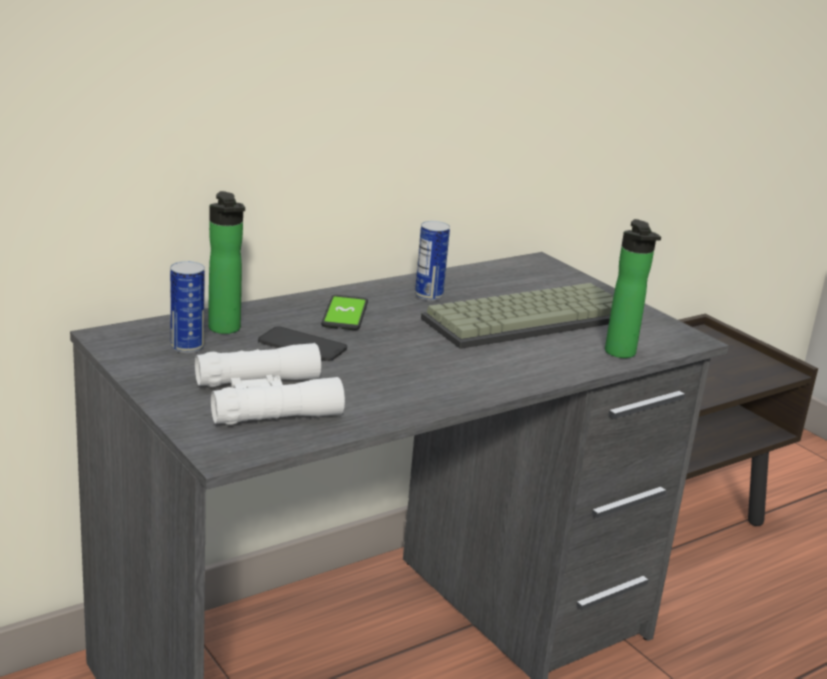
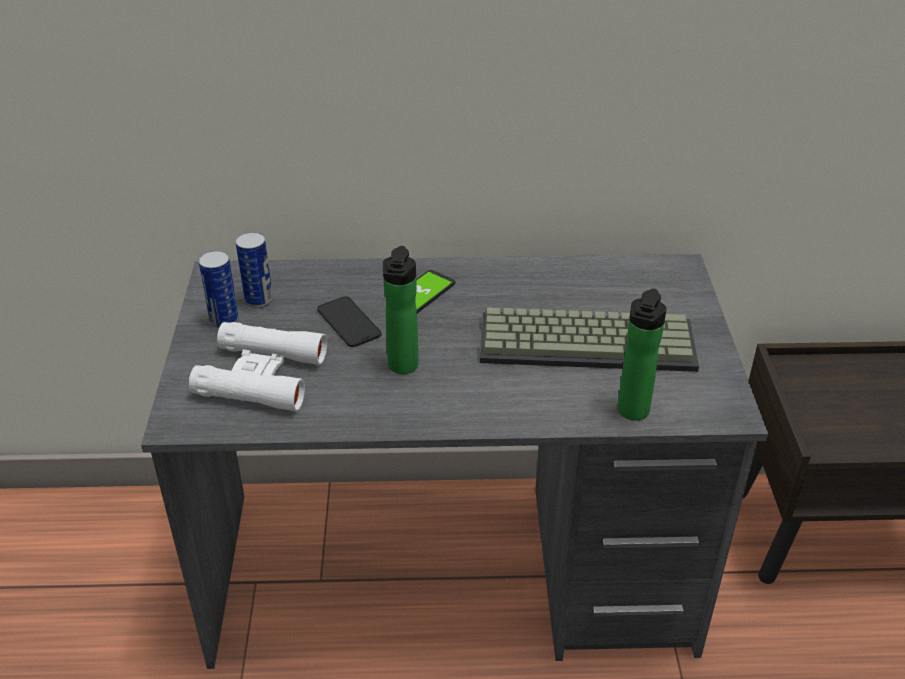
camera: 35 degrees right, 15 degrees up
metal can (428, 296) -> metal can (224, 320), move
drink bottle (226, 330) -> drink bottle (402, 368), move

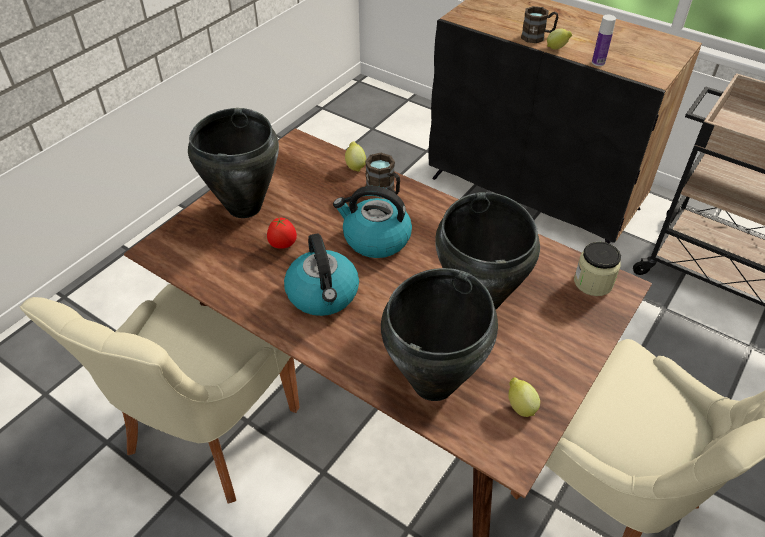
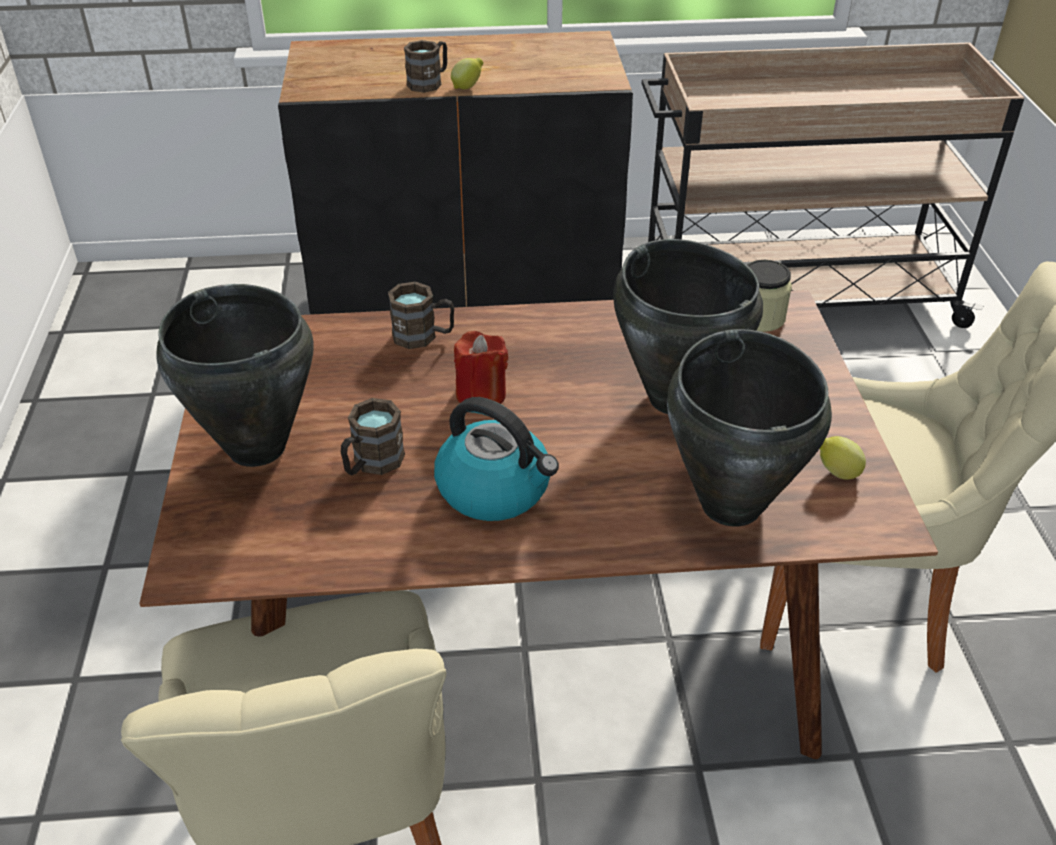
camera: 40 degrees left, 5 degrees down
tomato (283, 245) -> brown tea mug (372, 464)
kettle (375, 239) -> reddish wax light (481, 395)
citrus fruit (355, 166) -> none
drink bottle (598, 62) -> none

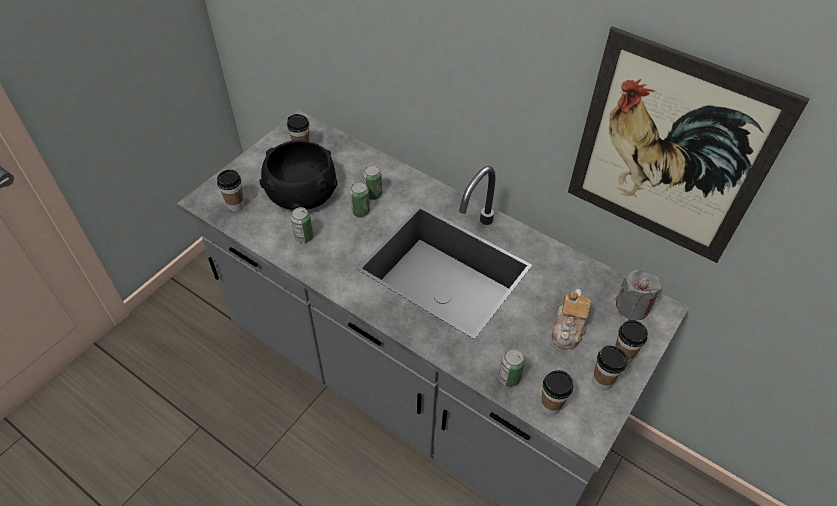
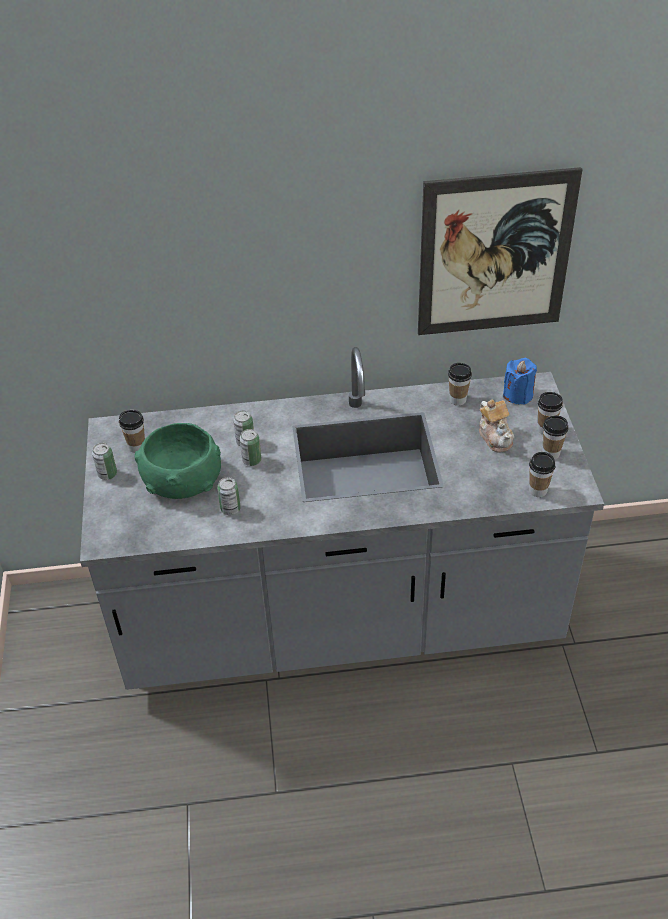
camera: 40 degrees left, 5 degrees down
metal can (509, 378) -> metal can (107, 474), move
black-coloured bowl (300, 192) -> green-coloured bowl (181, 479)
drinking cup (236, 205) -> drinking cup (457, 400), move
grey wax light (632, 307) -> bluish wax light (518, 395)

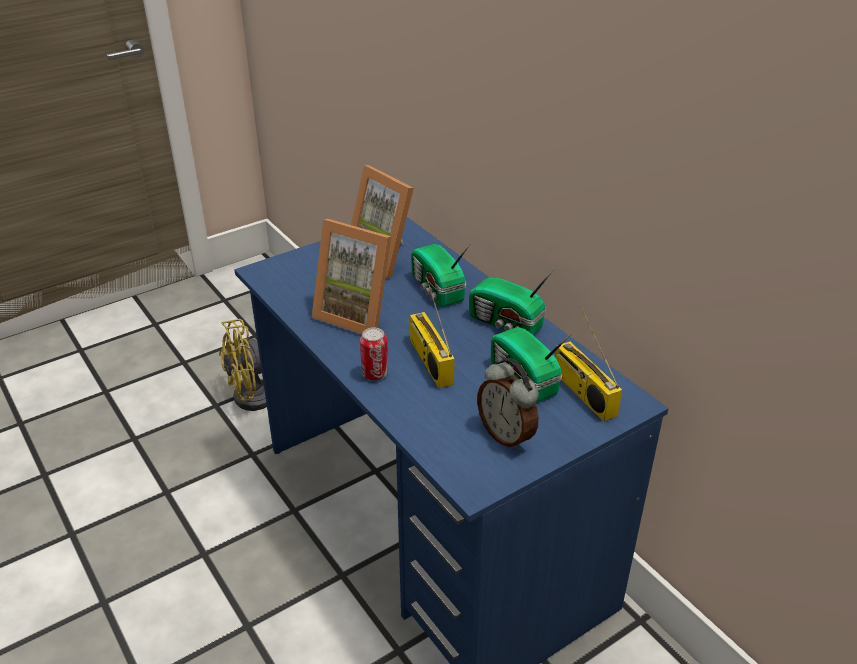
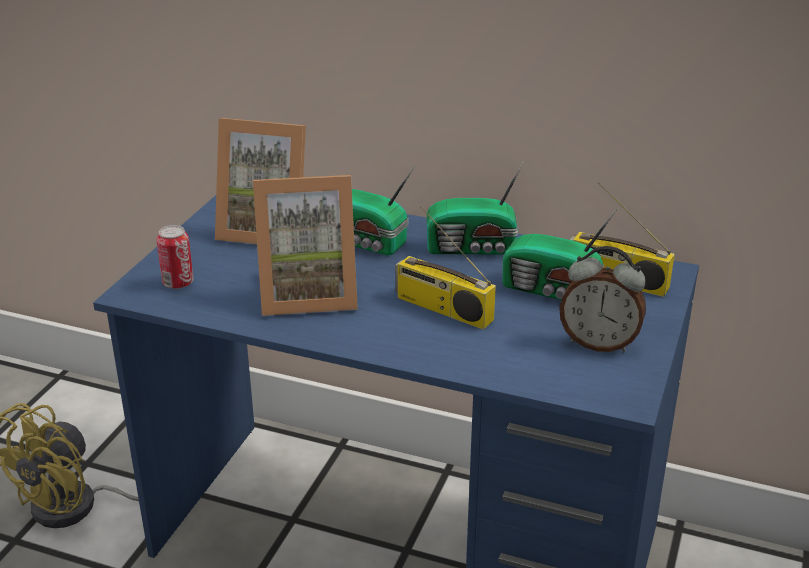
camera: 35 degrees left, 5 degrees down
metal can (375, 374) -> metal can (178, 283), move

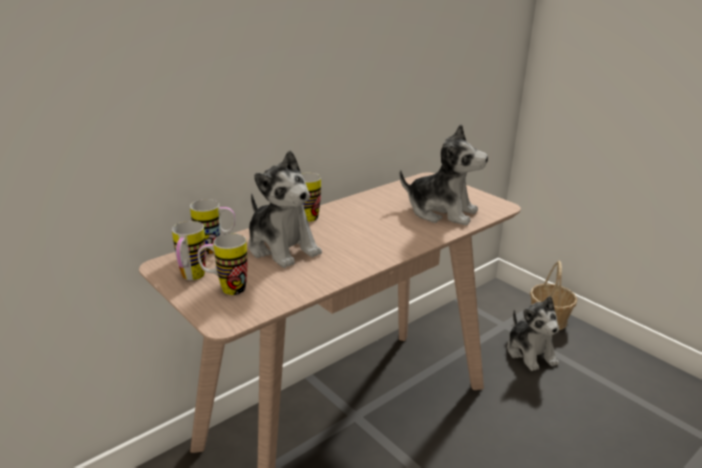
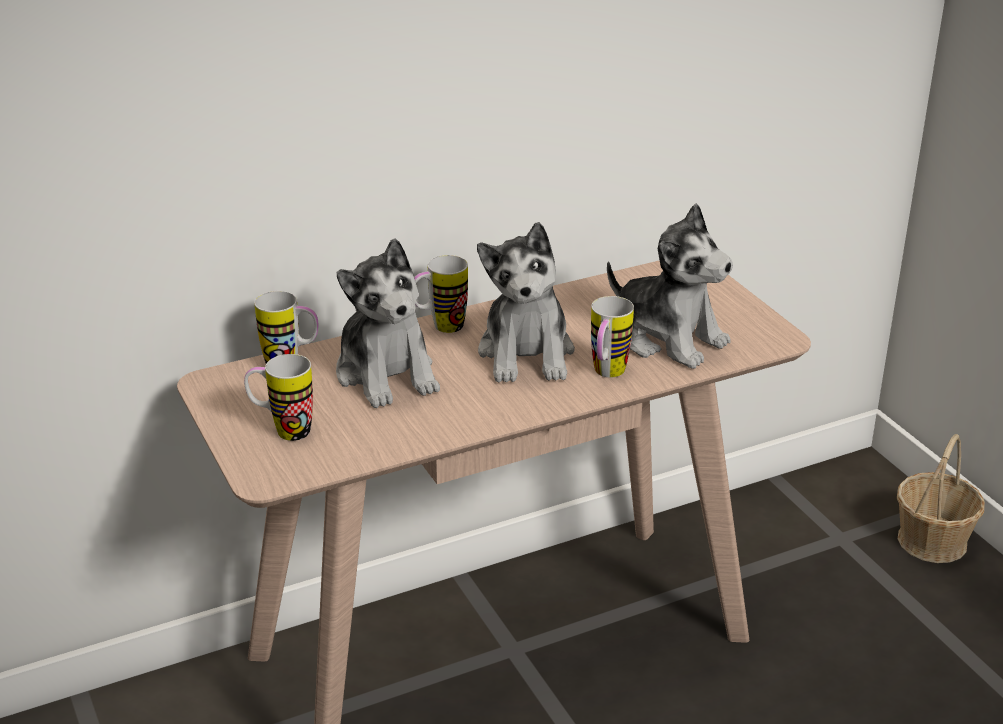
camera: 15 degrees right, 5 degrees up
soft toy (530, 353) -> soft toy (527, 353), move
tea mug (190, 278) -> tea mug (606, 375), move

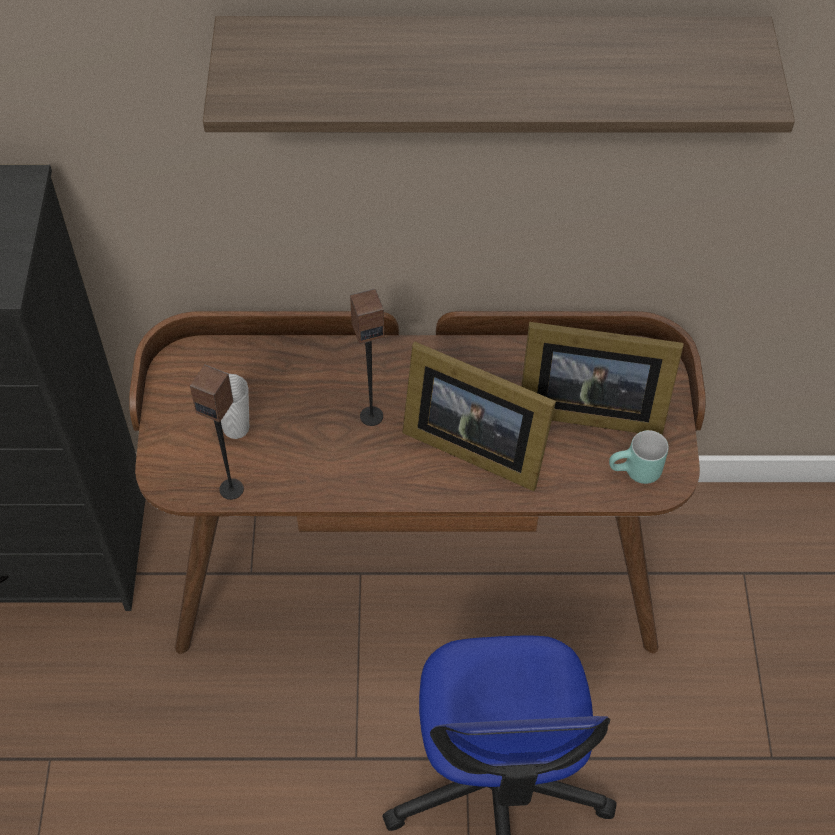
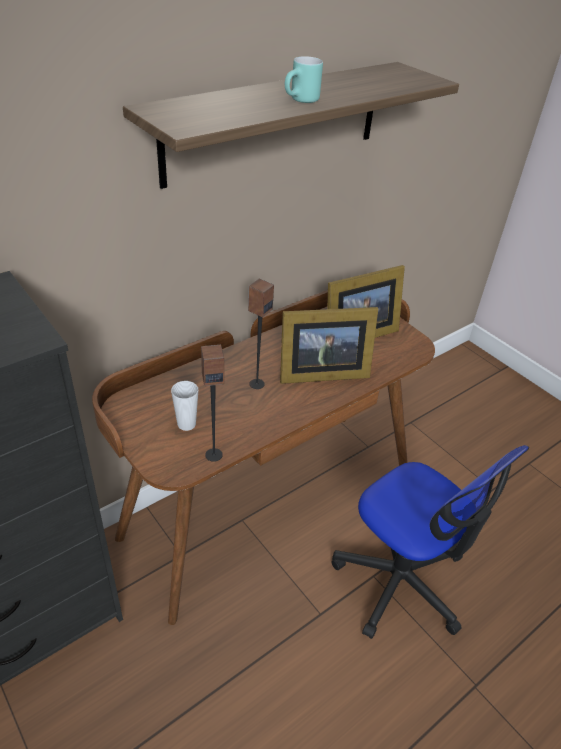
camera: 40 degrees left, 15 degrees down
blue-green tea mug (635, 474) -> blue-green tea mug (302, 101), move

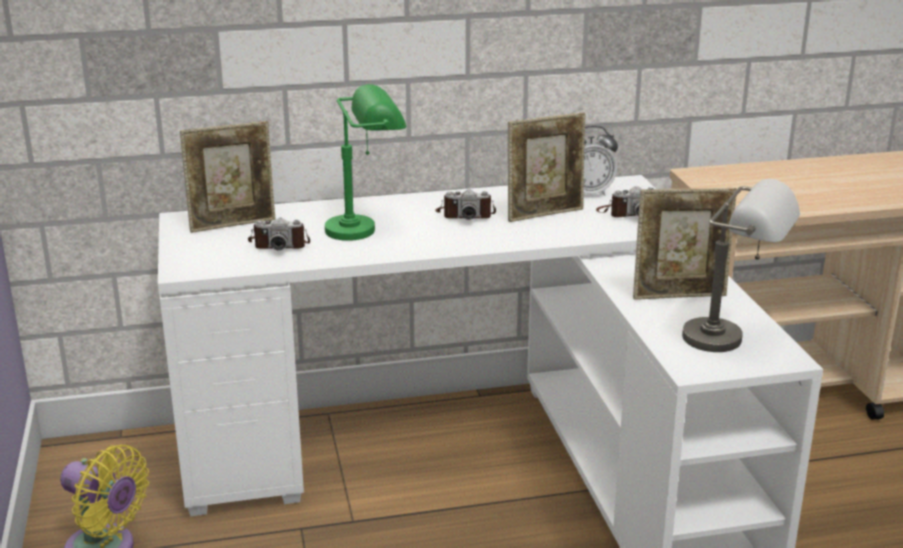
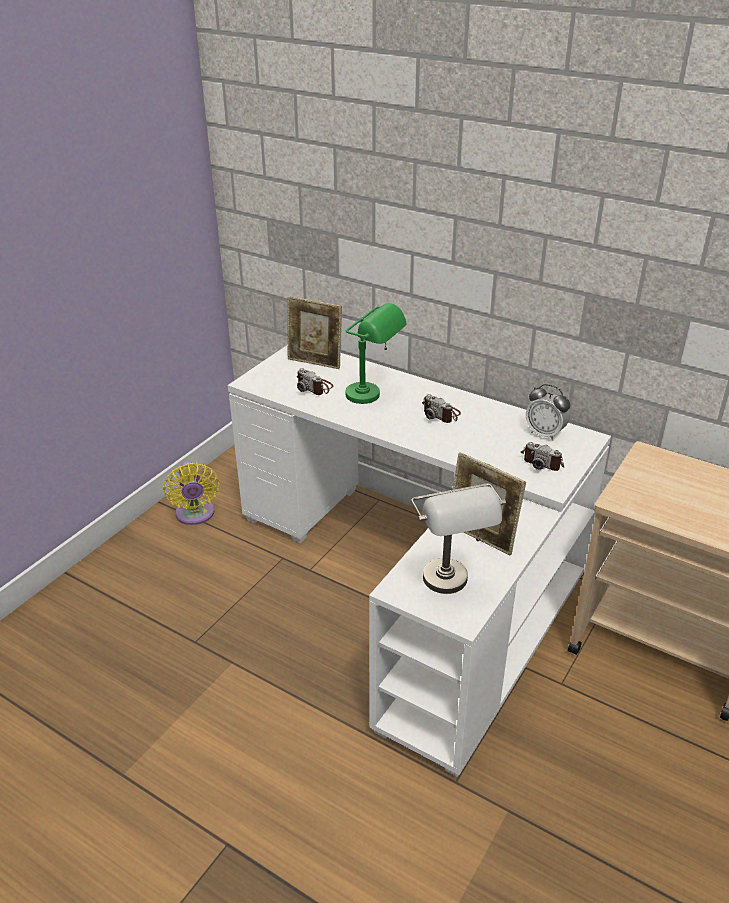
camera: 45 degrees right, 10 degrees up
picture frame (545, 214) -> none

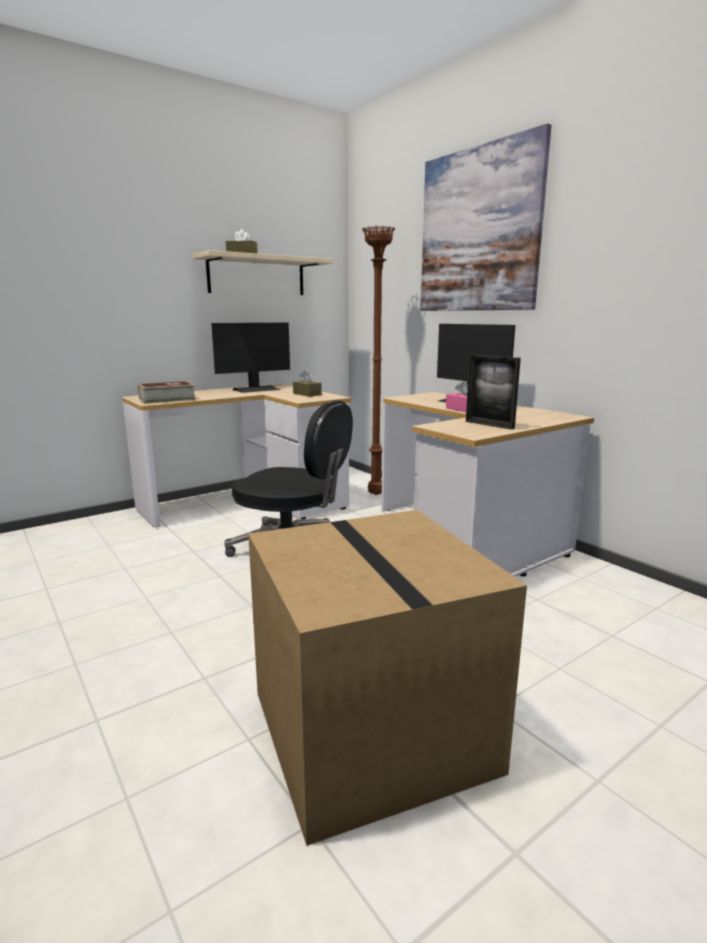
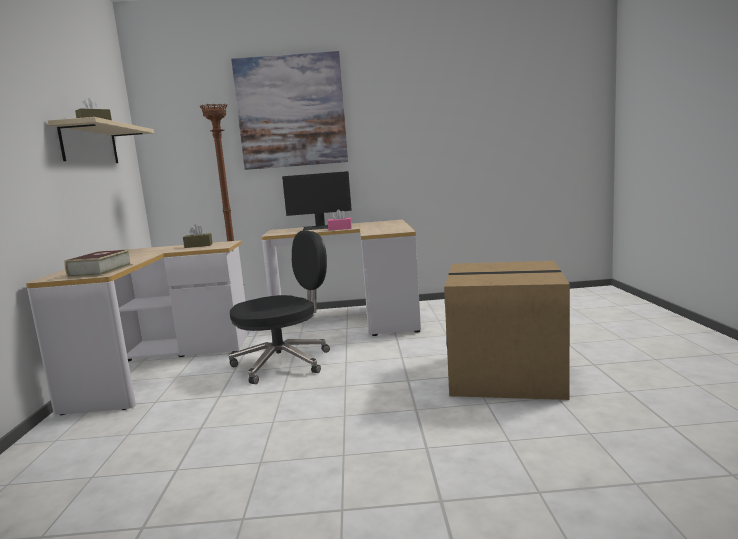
camera: 55 degrees left, 5 degrees down
monitor (257, 389) -> none
picture frame (489, 425) -> none

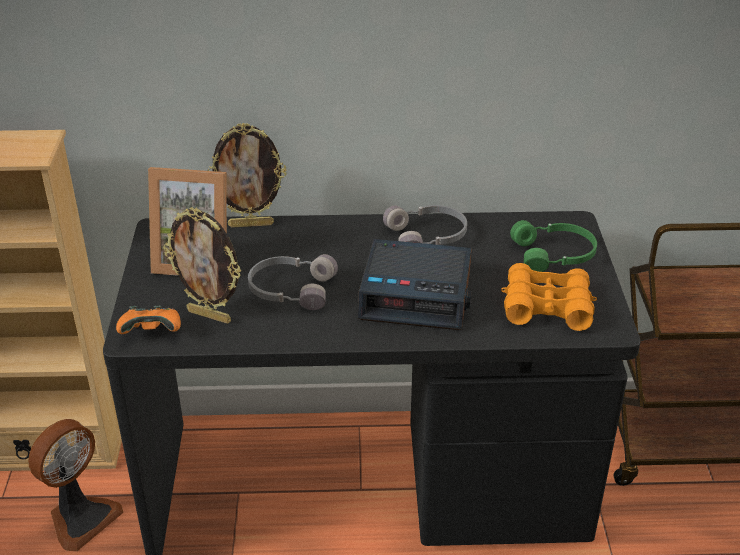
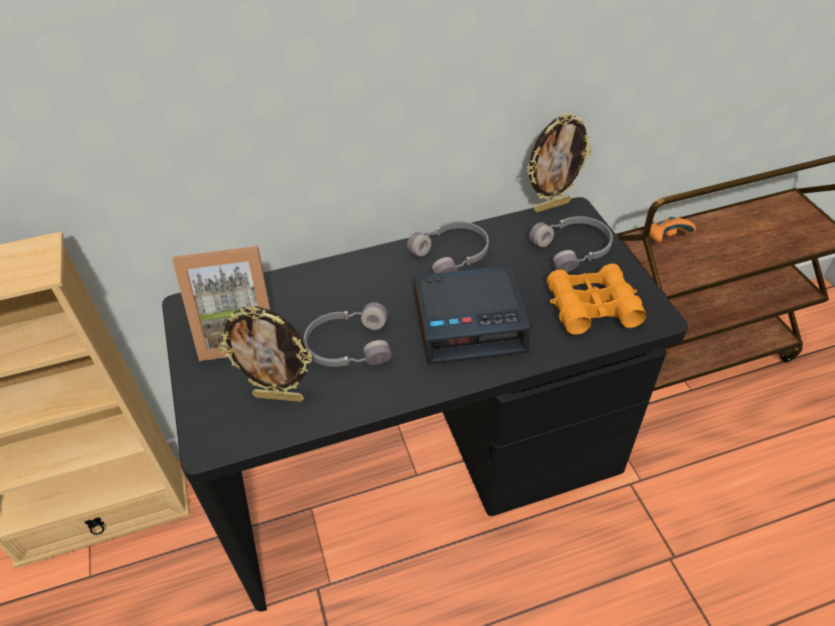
camera: 15 degrees left, 10 degrees up
picture frame (251, 224) -> picture frame (551, 206), move
green-coloured headset (555, 255) -> grey headset (573, 250)
orangey gamepad (152, 333) -> orangey gamepad (665, 238), move
electric fan (81, 517) -> none

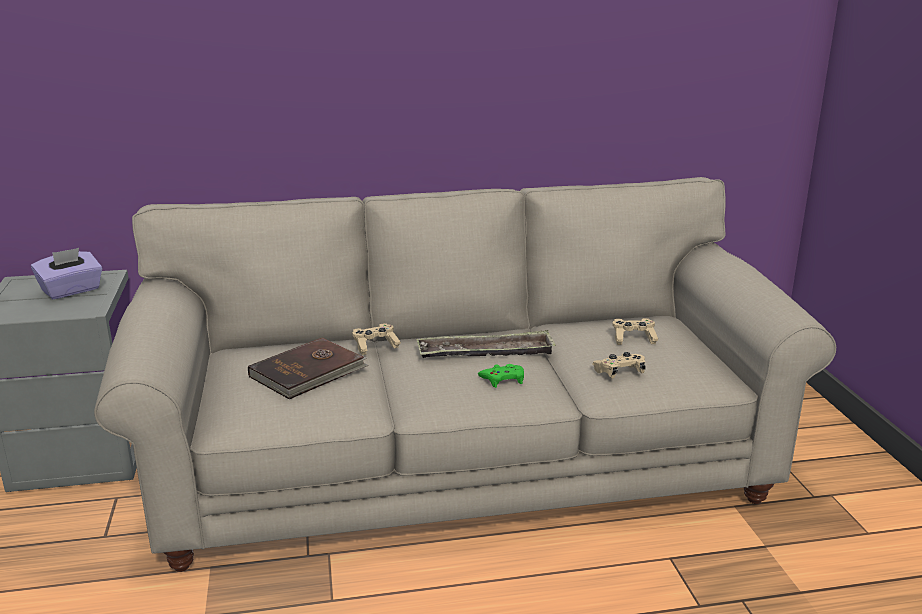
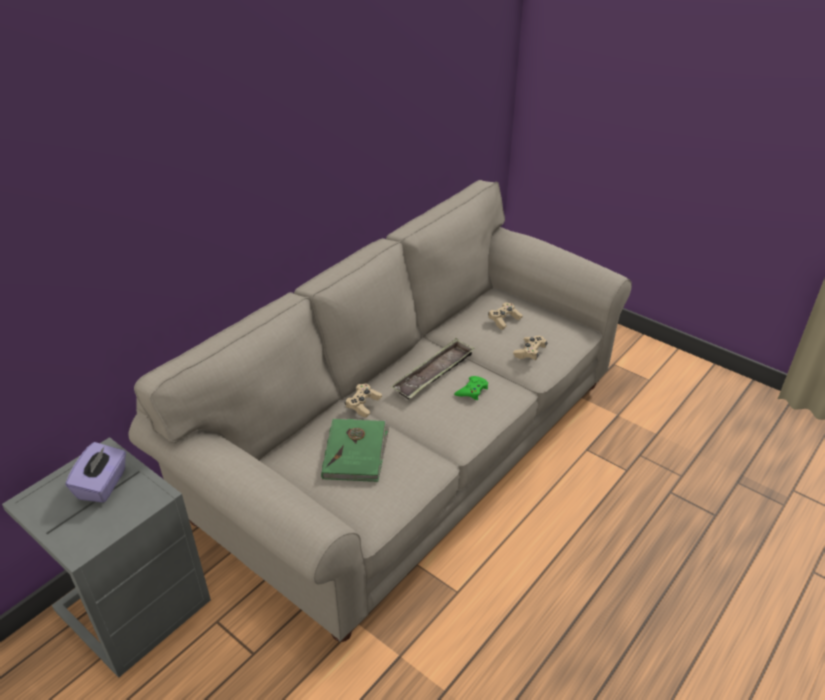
camera: 40 degrees left, 15 degrees up
brown bound book (309, 372) -> green-coloured bound book (356, 452)

